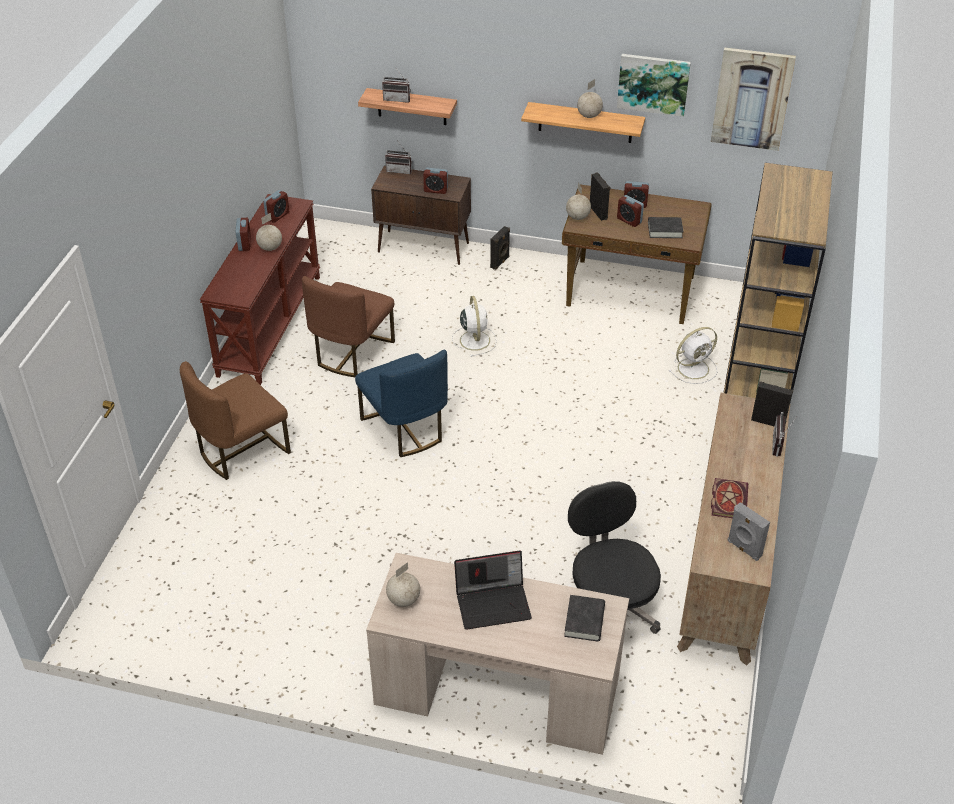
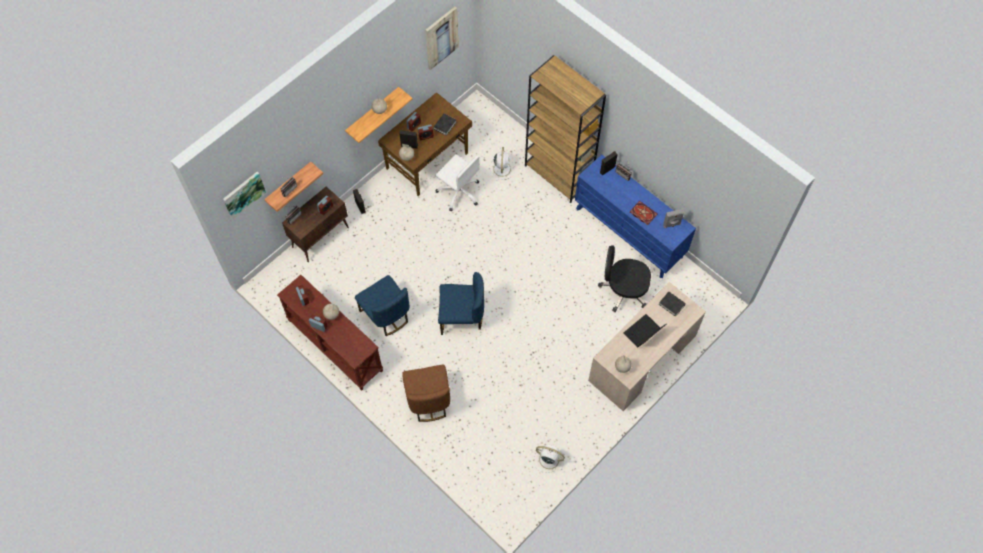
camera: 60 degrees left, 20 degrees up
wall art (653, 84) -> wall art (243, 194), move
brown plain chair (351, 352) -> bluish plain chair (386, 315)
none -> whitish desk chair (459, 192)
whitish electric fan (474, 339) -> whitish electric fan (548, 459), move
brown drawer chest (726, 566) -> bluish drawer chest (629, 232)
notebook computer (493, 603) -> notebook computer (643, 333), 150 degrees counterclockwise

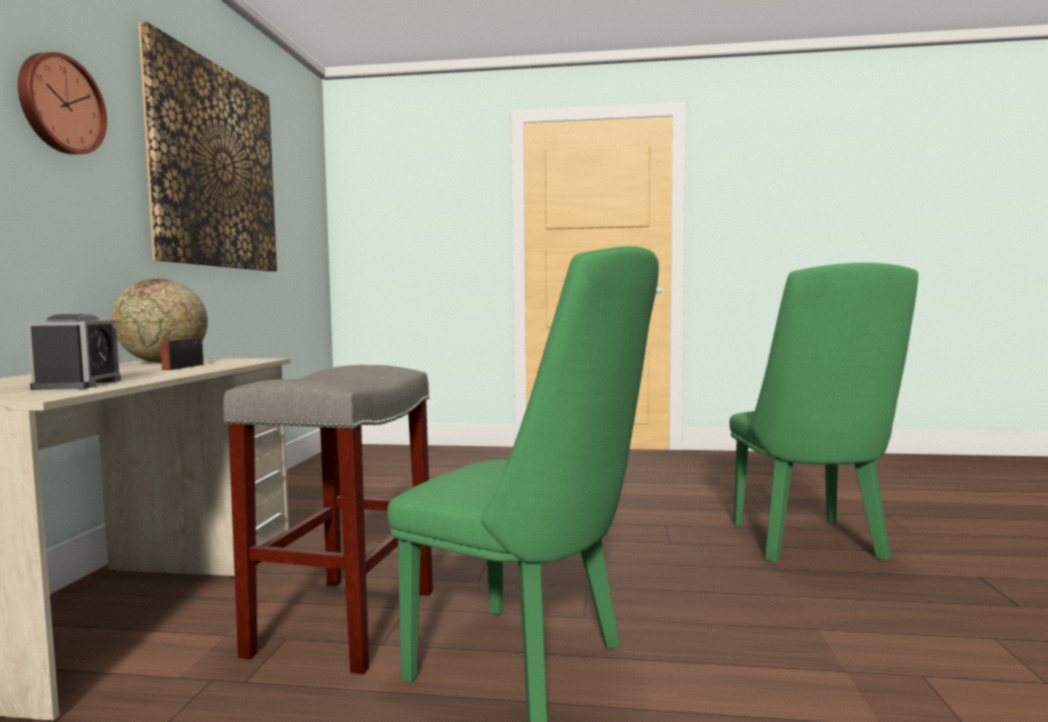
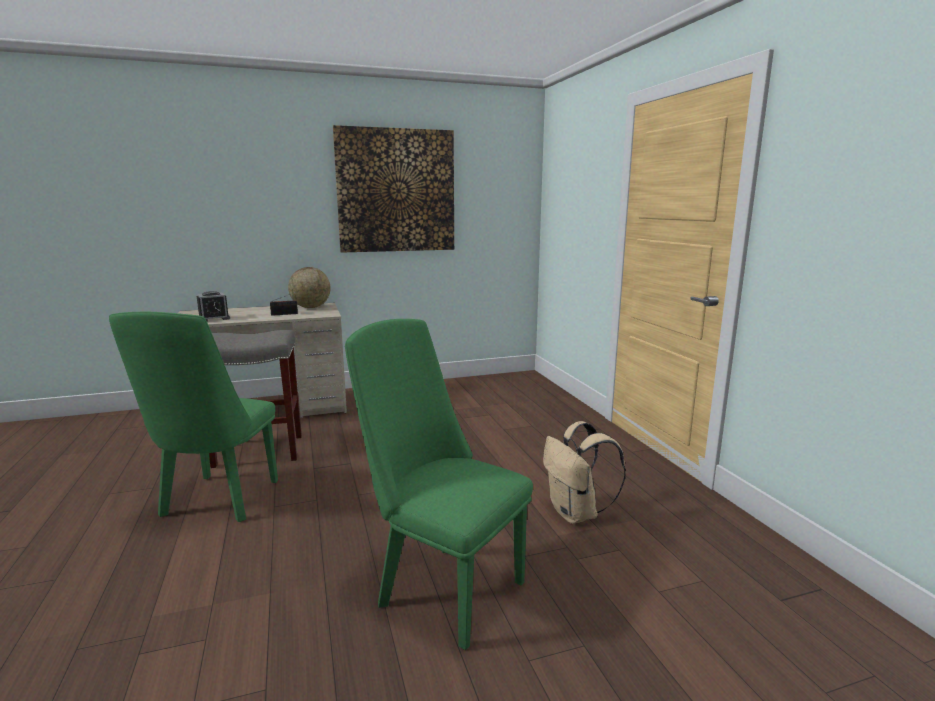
camera: 65 degrees right, 10 degrees up
green-coloured plain chair (811, 545) -> green-coloured plain chair (442, 587), 60 degrees clockwise
none -> beige knapsack (576, 514)
hanging clock (60, 104) -> none

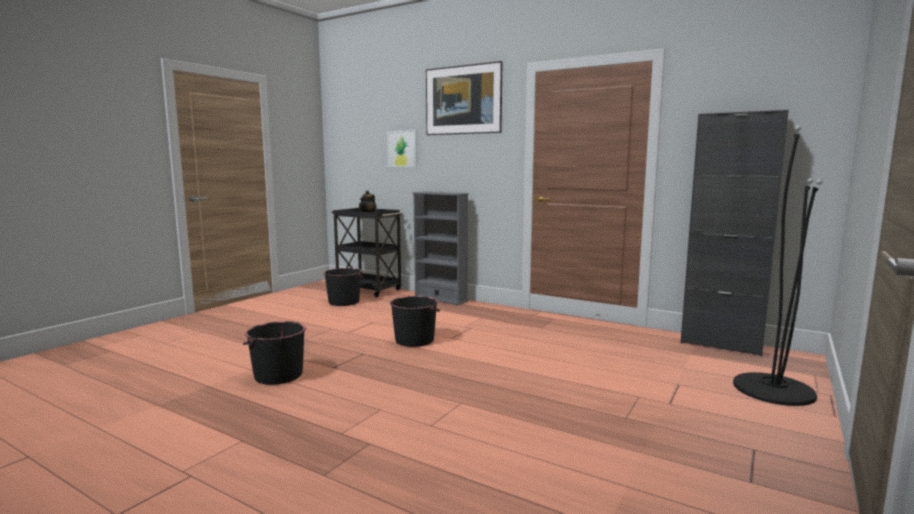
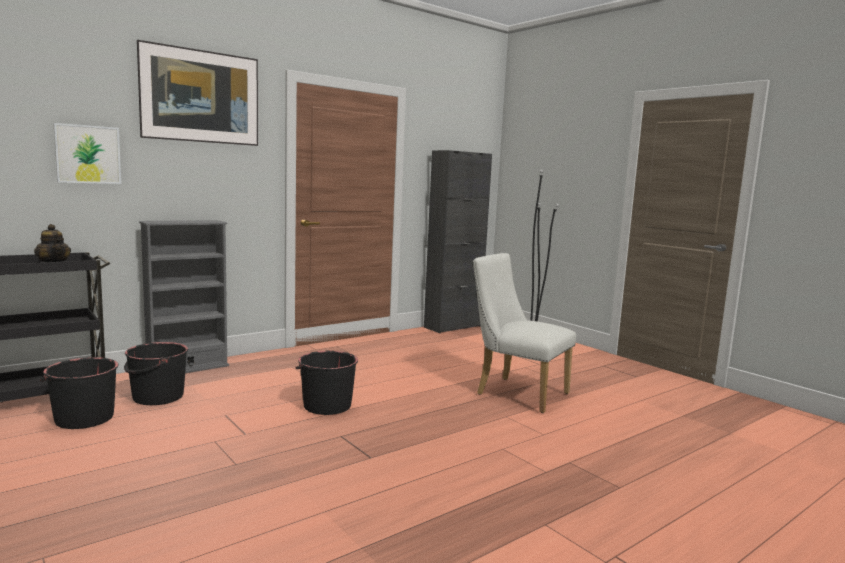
camera: 70 degrees left, 0 degrees up
black-coloured pail (278, 375) -> black-coloured pail (157, 397), move
none -> whitish plain chair (516, 392)

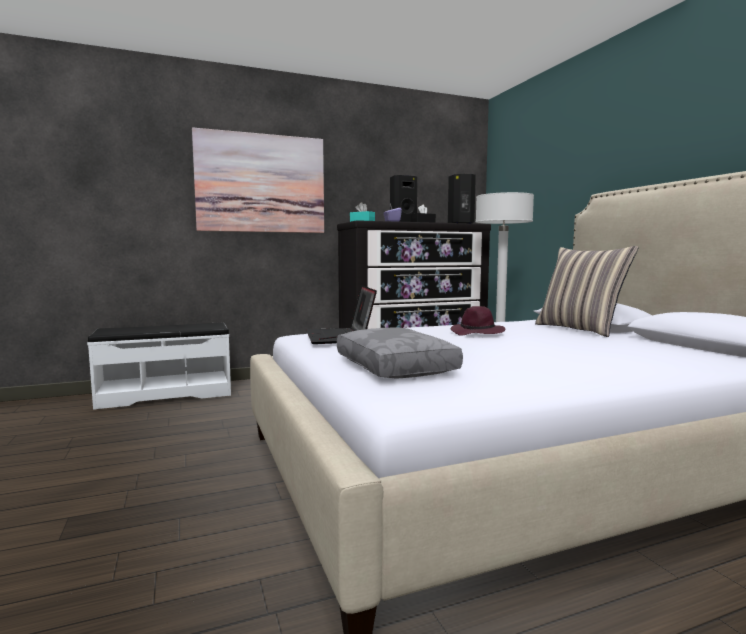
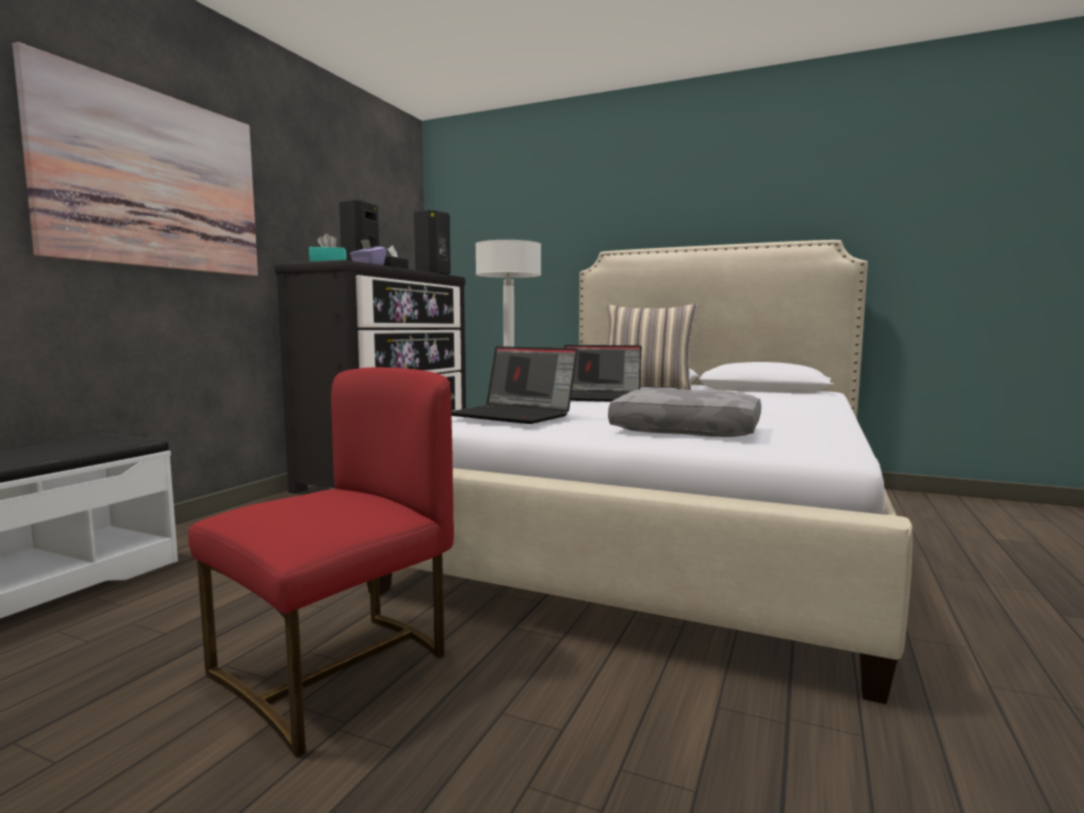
camera: 45 degrees left, 0 degrees up
none -> reddish plain chair (338, 670)
purple wearable hat (478, 333) -> notebook computer (600, 398)

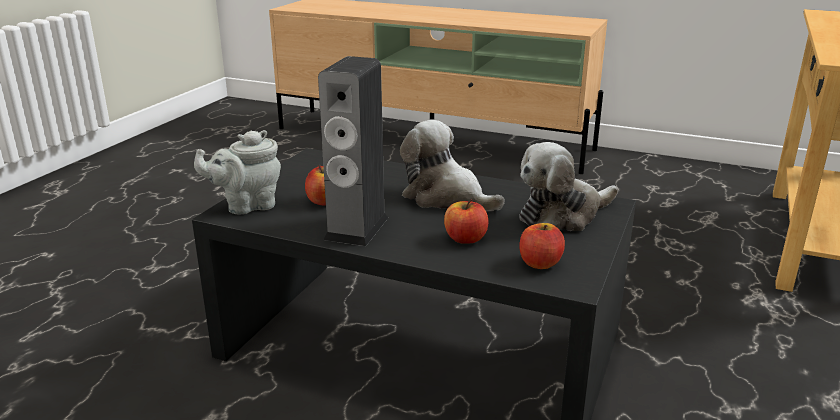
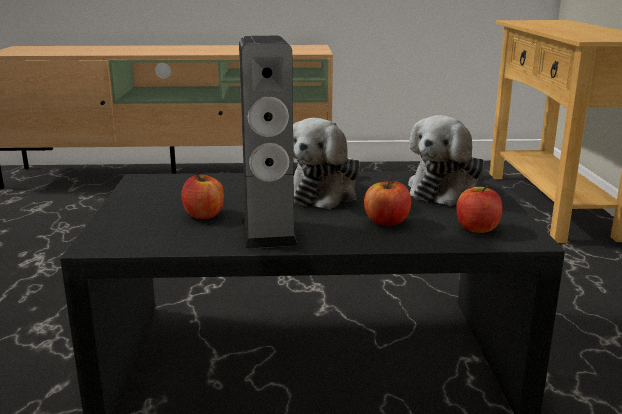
camera: 25 degrees left, 5 degrees down
soft toy (446, 198) -> soft toy (324, 193), 75 degrees counterclockwise
grey tea pot (247, 205) -> none

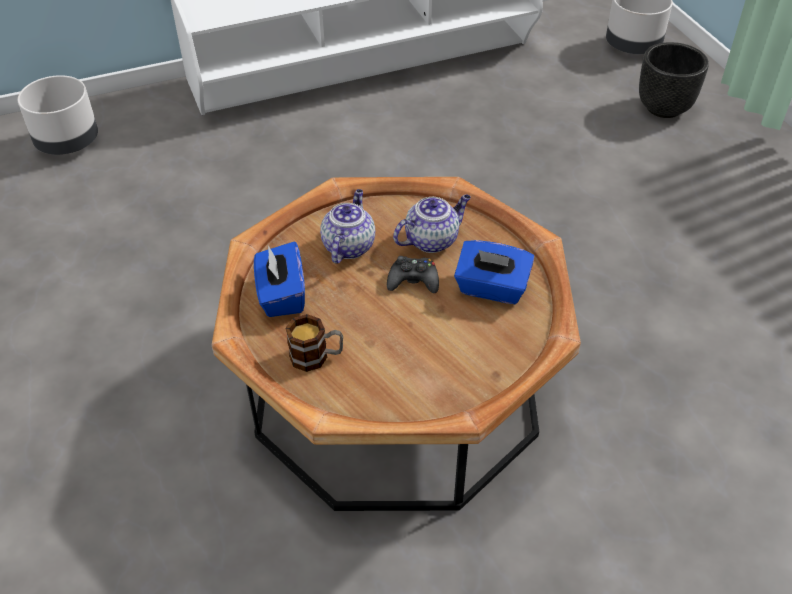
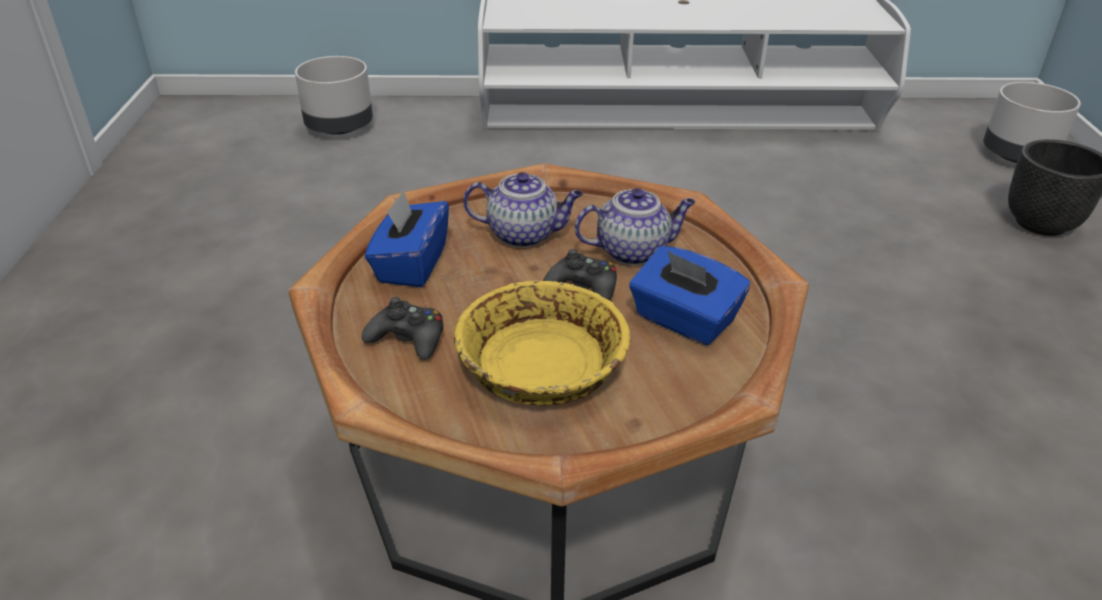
camera: 20 degrees right, 10 degrees down
tea mug (317, 357) -> black-coloured gamepad (408, 338)
none -> yellow bowl (540, 368)
tea pot (348, 246) -> tea pot (524, 234), 60 degrees clockwise

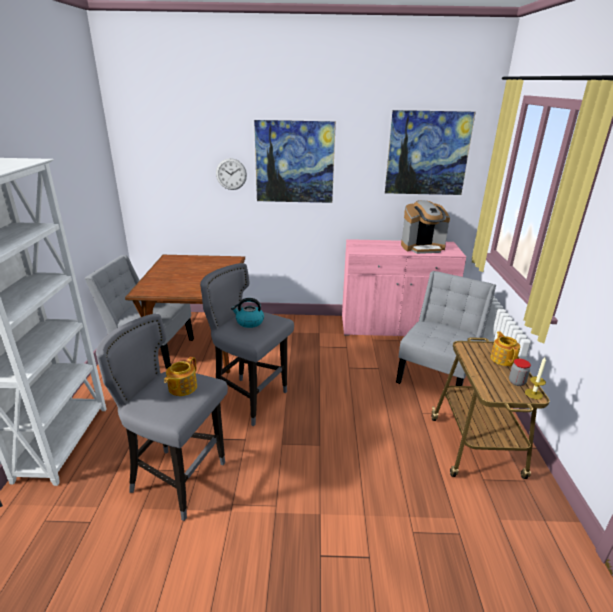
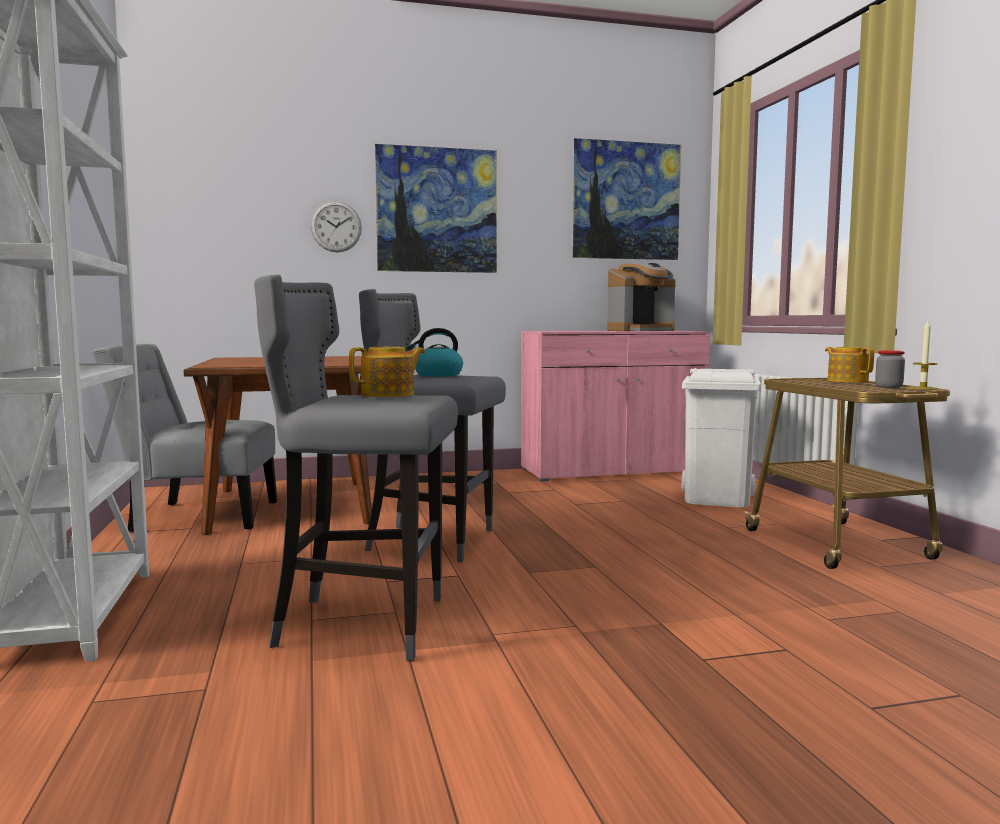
camera: 15 degrees left, 20 degrees down
tea pot (182, 387) -> tea pot (389, 394), 135 degrees counterclockwise
grey plain chair (438, 374) -> whitish waste bin (717, 498)

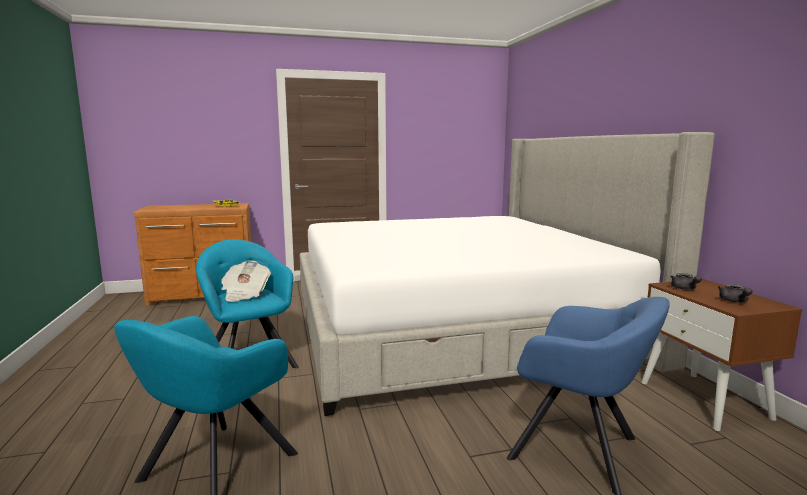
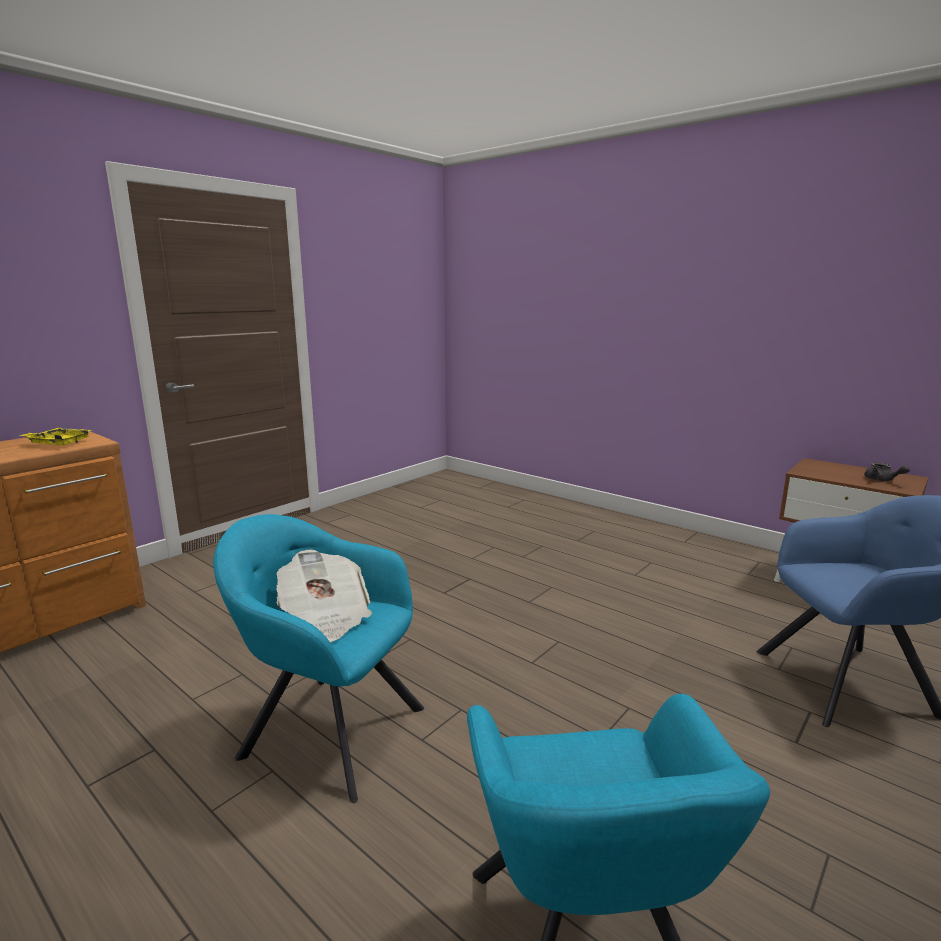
camera: 35 degrees left, 5 degrees up
sleeping bed (456, 327) -> none
grey tea pot (684, 289) -> none

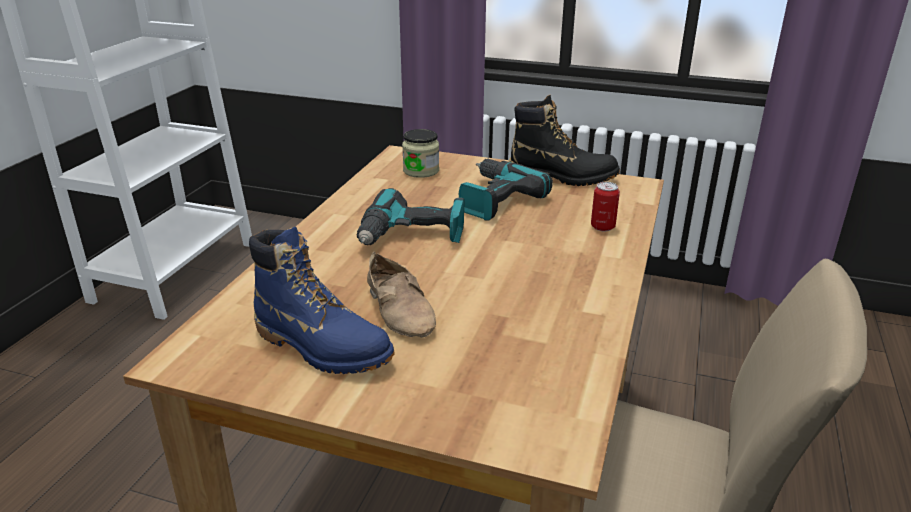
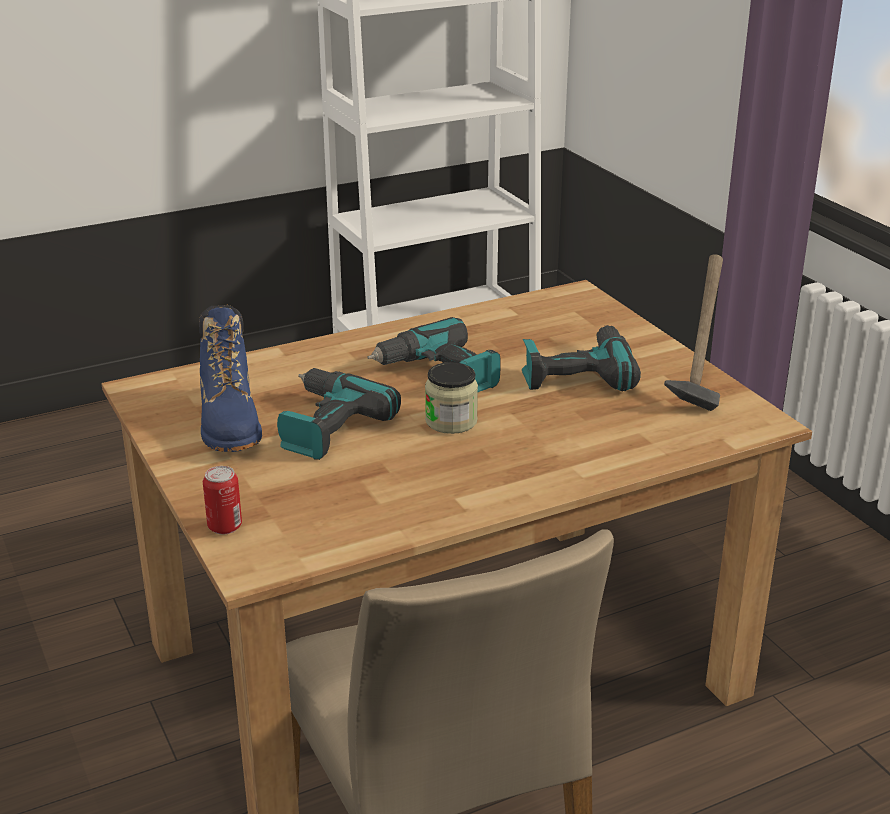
camera: 45 degrees right, 0 degrees up
metal can (602, 227) -> metal can (225, 526), move
beige shoe (401, 309) -> drill (325, 426)
jar (421, 171) -> jar (451, 421), move
black-coloured boot (562, 177) -> hammer (696, 380)

